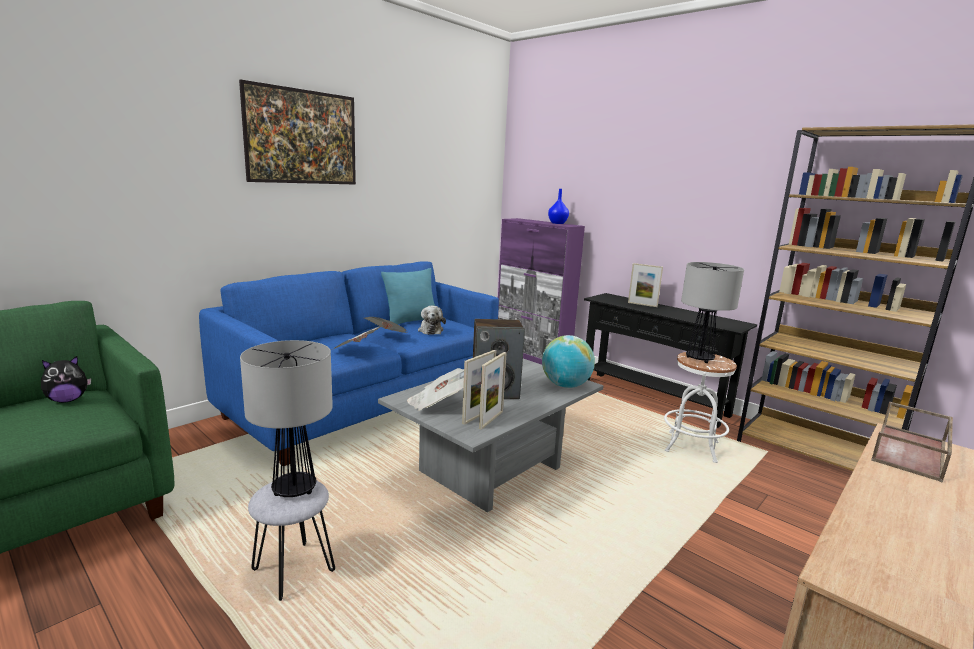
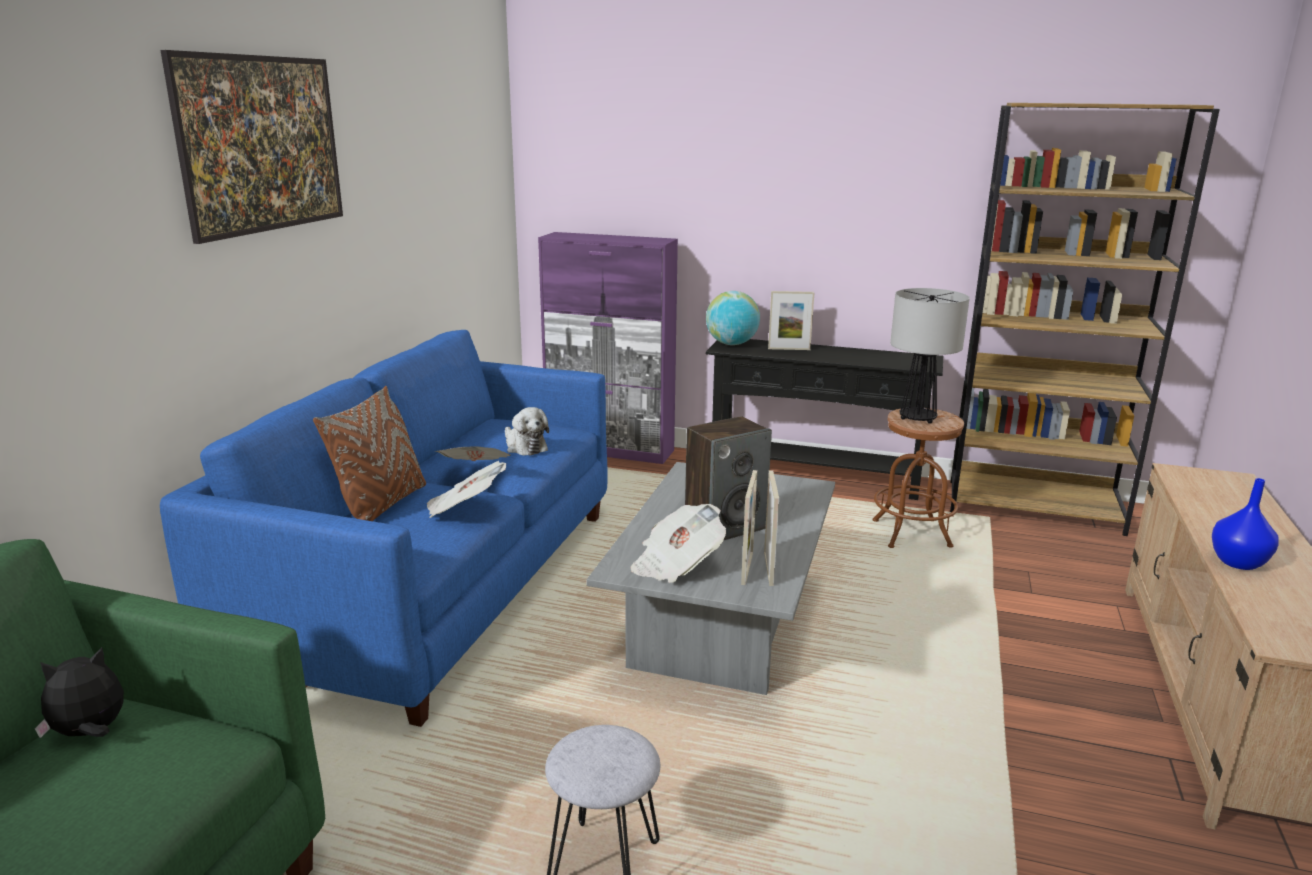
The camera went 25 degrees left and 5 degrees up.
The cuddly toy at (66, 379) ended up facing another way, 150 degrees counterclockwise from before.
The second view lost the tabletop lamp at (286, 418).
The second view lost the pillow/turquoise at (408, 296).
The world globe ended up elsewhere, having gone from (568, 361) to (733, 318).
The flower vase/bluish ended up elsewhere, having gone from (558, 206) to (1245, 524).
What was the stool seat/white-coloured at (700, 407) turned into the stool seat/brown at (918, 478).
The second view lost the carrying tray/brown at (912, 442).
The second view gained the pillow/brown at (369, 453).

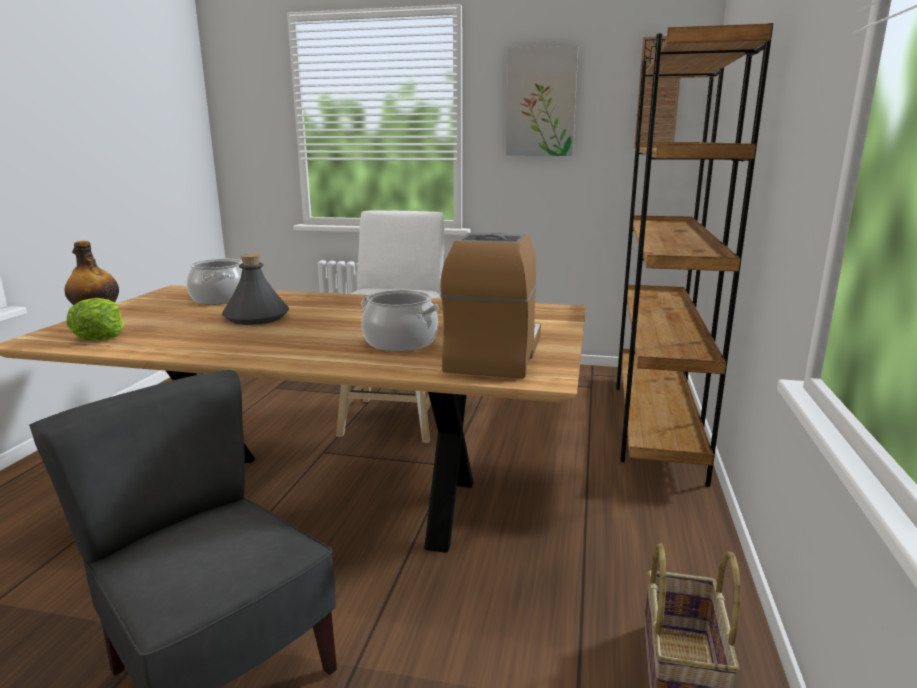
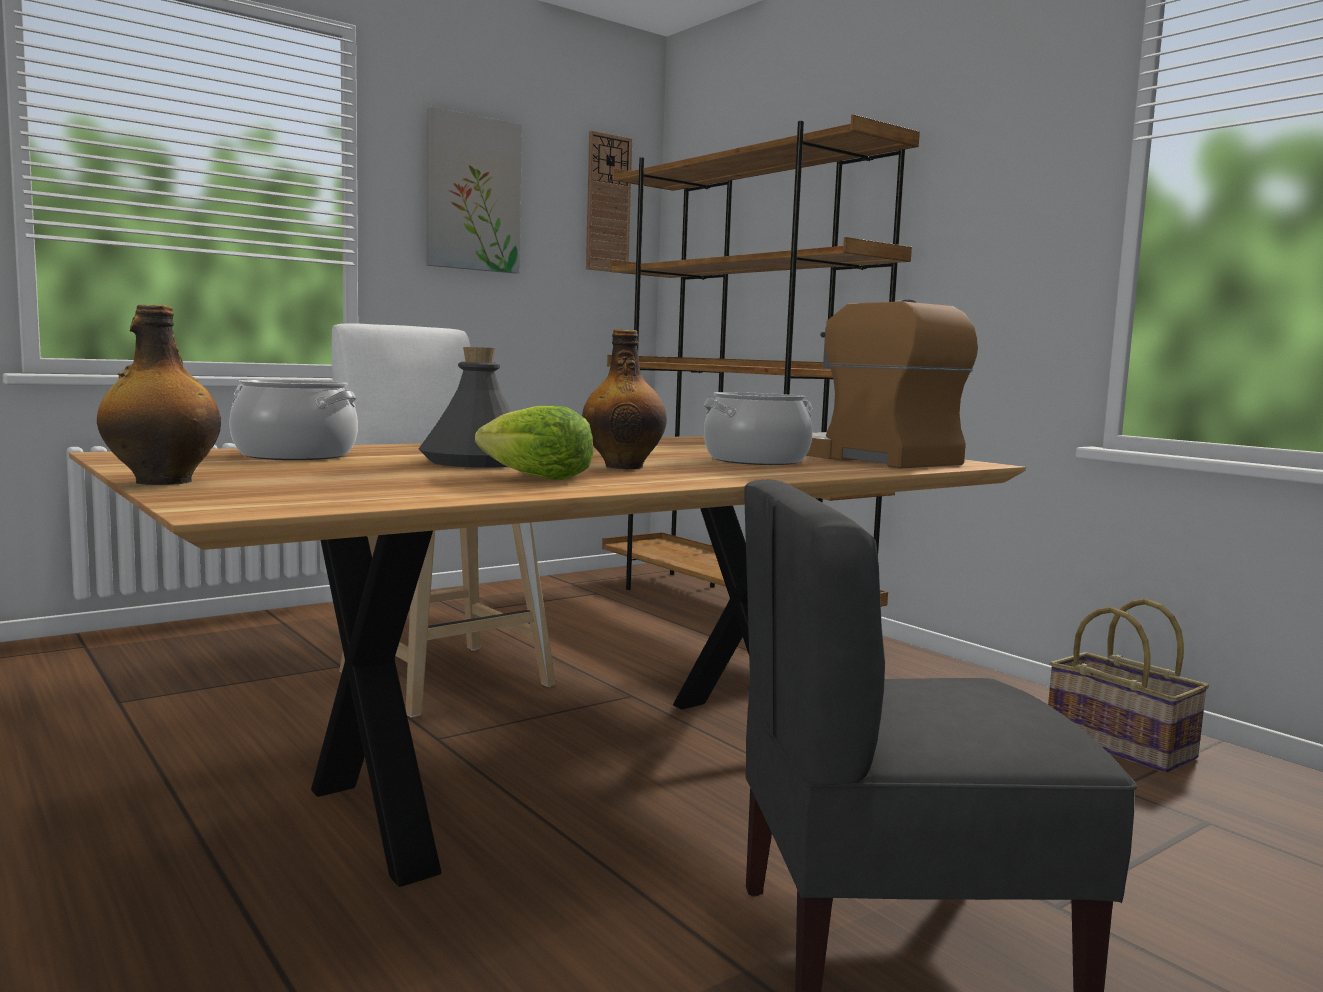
The camera went 50 degrees left and 10 degrees down.
The lettuce head ended up elsewhere, having gone from (95, 319) to (534, 443).
The second view gained the drink bottle at (624, 399).

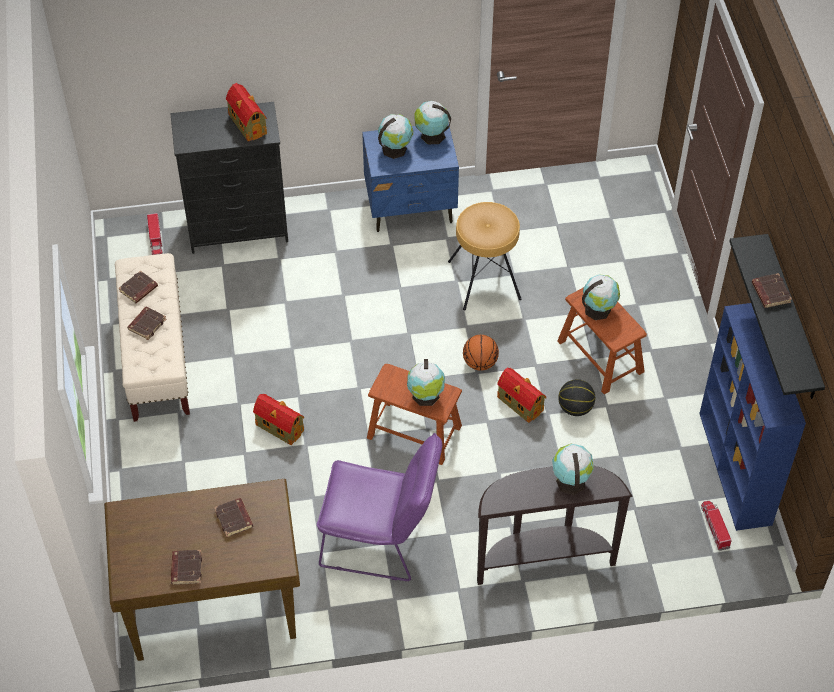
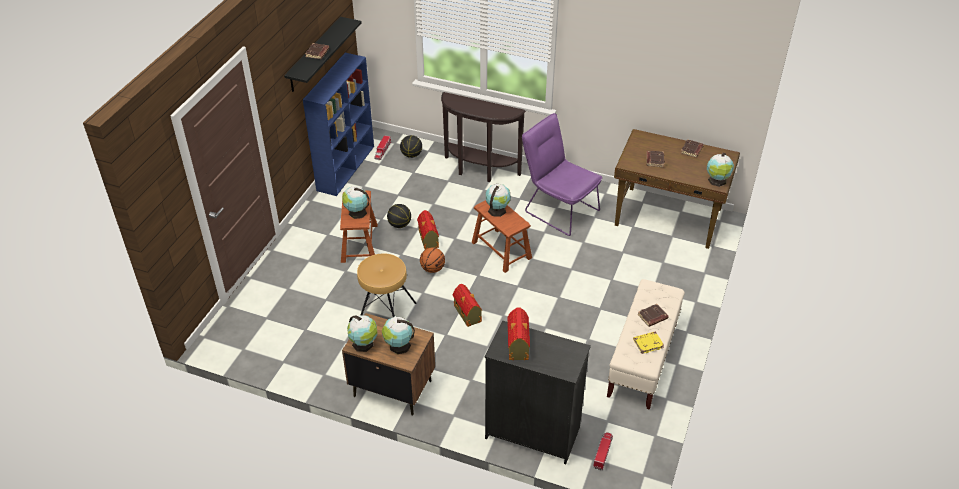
The camera went 150 degrees left and 10 degrees down.
What was the bound book/brown at (138, 286) turned into the bound book/yellow-coloured at (648, 343).
The toy house ended up elsewhere, having gone from (278, 419) to (467, 305).
What was the nightstand/bluish at (410, 177) turned into the nightstand/brown at (388, 364).
The world globe ended up elsewhere, having gone from (573, 469) to (720, 170).
The second view gained the basketball ball at (411, 146).

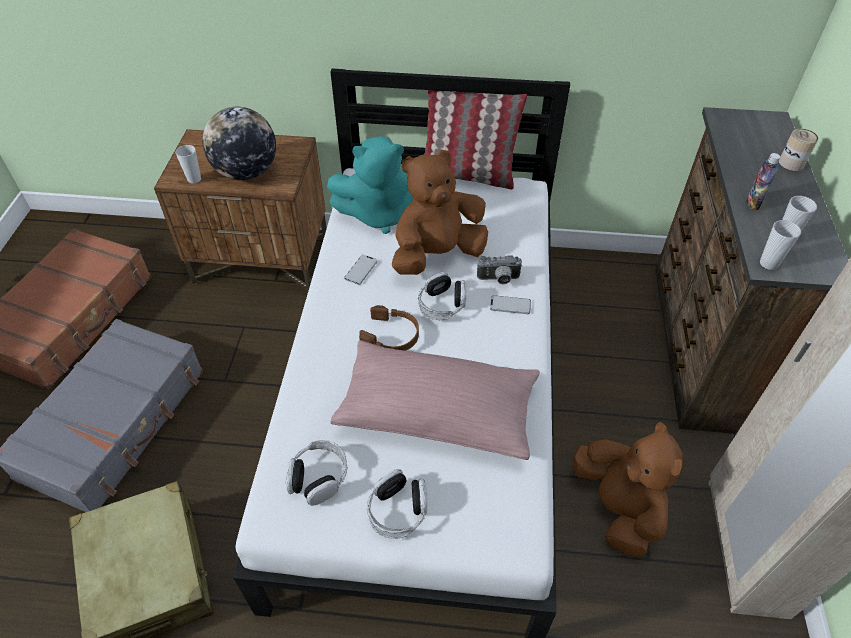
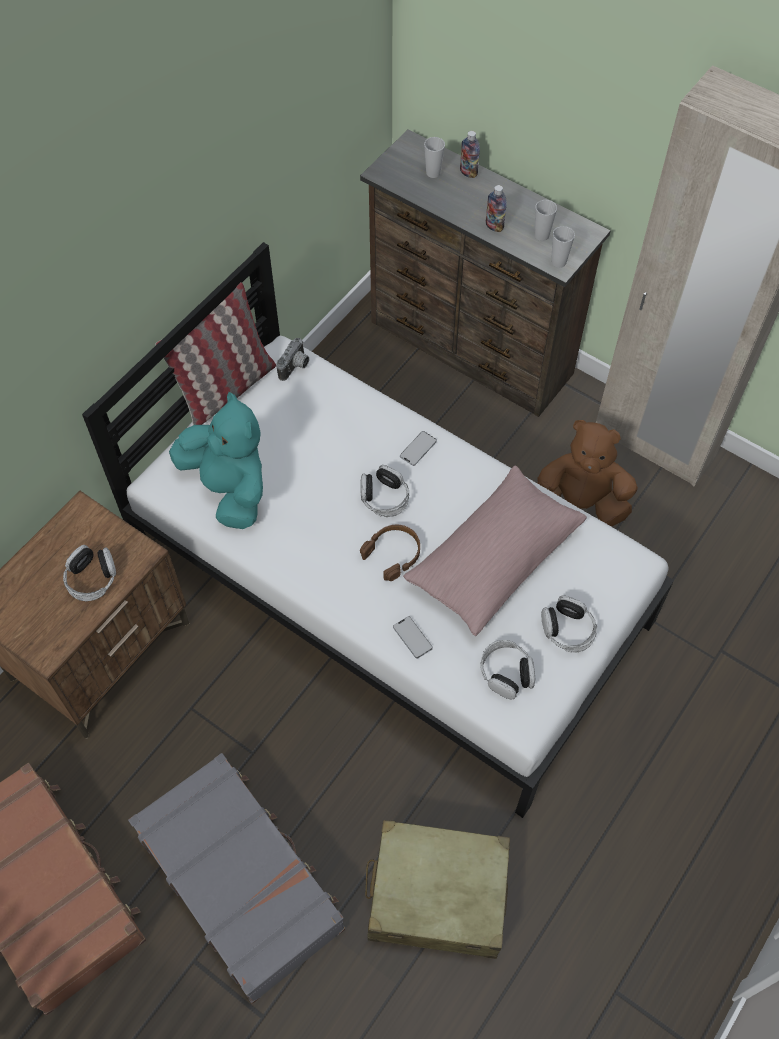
The camera went 60 degrees left and 10 degrees up.
The cup ended up elsewhere, having gone from (188, 164) to (434, 157).
Where the world globe stood at (239, 143), the headset came to stand at (89, 573).
The cuddly toy/turquoise at (370, 185) ended up facing another way, 60 degrees counterclockwise from before.
The phone ended up elsewhere, having gone from (361, 270) to (413, 637).
The second view lost the cuddly toy/brown at (440, 212).
The photo camera ended up elsewhere, having gone from (499, 270) to (292, 359).
Where the metal can stood at (798, 150), the drink bottle came to stand at (470, 154).

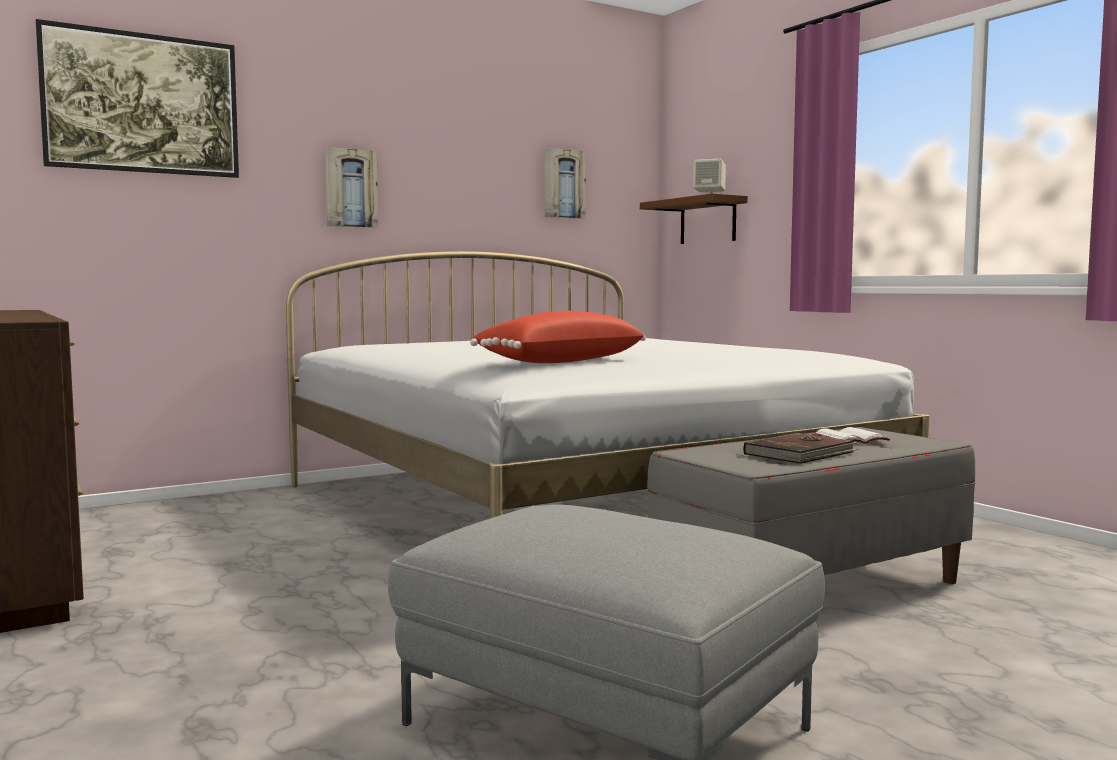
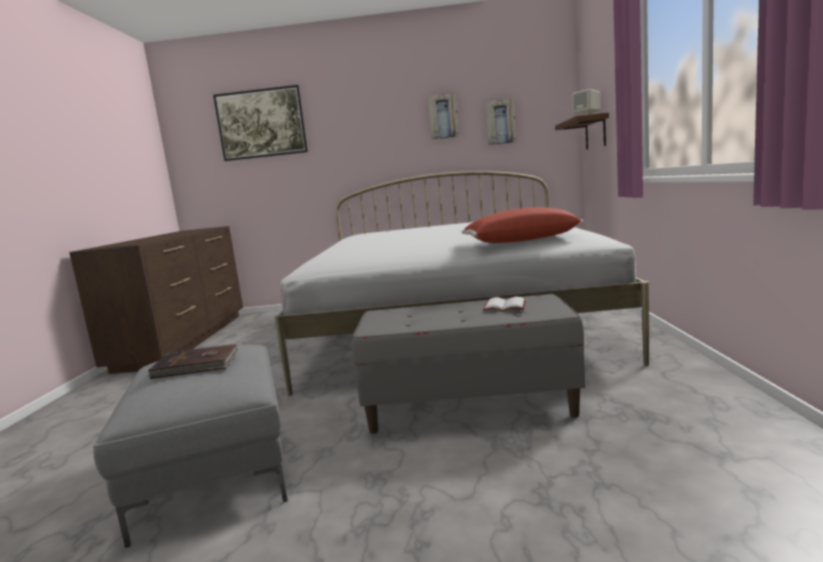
The camera went 35 degrees right and 5 degrees up.
The wall art ended up elsewhere, having gone from (351, 187) to (443, 116).
The pillow/reddish ended up elsewhere, having gone from (558, 337) to (523, 225).
The bound book/brown ended up elsewhere, having gone from (801, 448) to (193, 361).

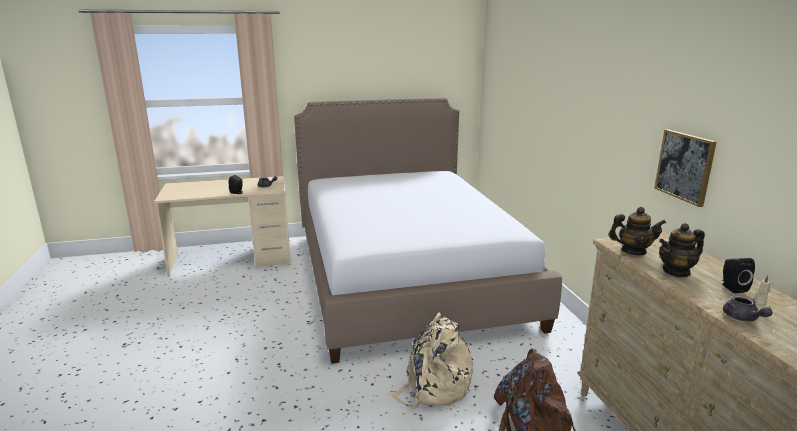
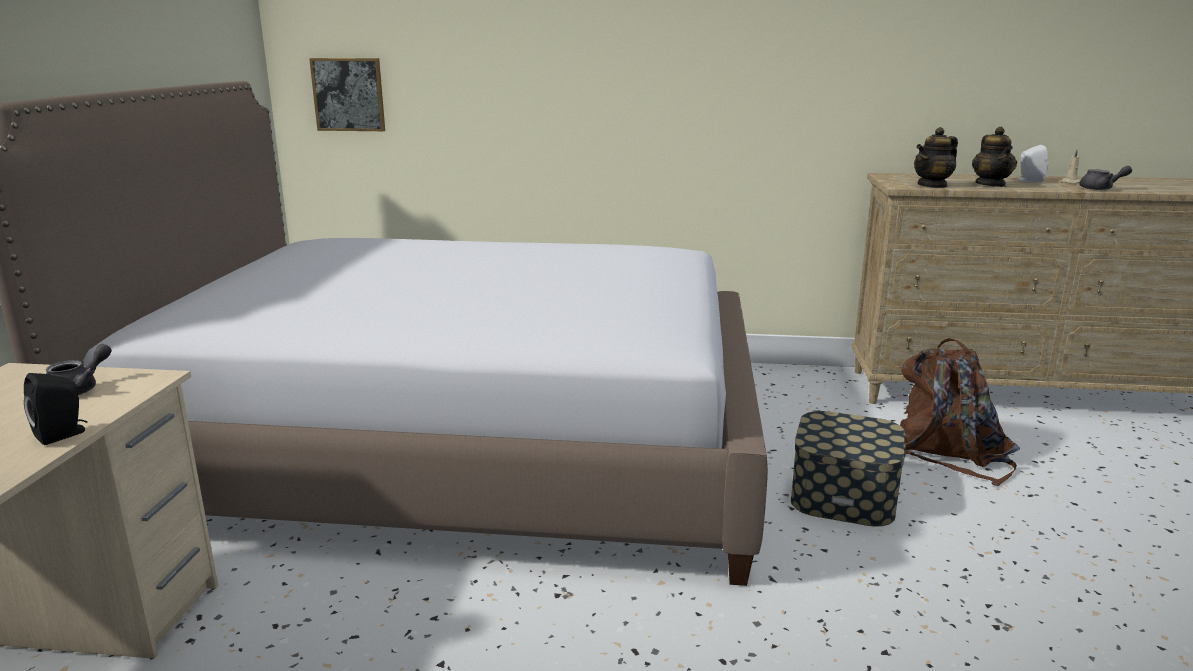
The camera went 70 degrees left and 0 degrees up.
Where the knapsack/beige stood at (430, 360), the storage bin came to stand at (848, 469).
The teapot at (637, 231) ended up facing another way, 150 degrees counterclockwise from before.
The wall art ended up elsewhere, having gone from (685, 168) to (347, 94).
What was the speaker/blackish at (738, 275) turned into the speaker/white-coloured at (1032, 164).

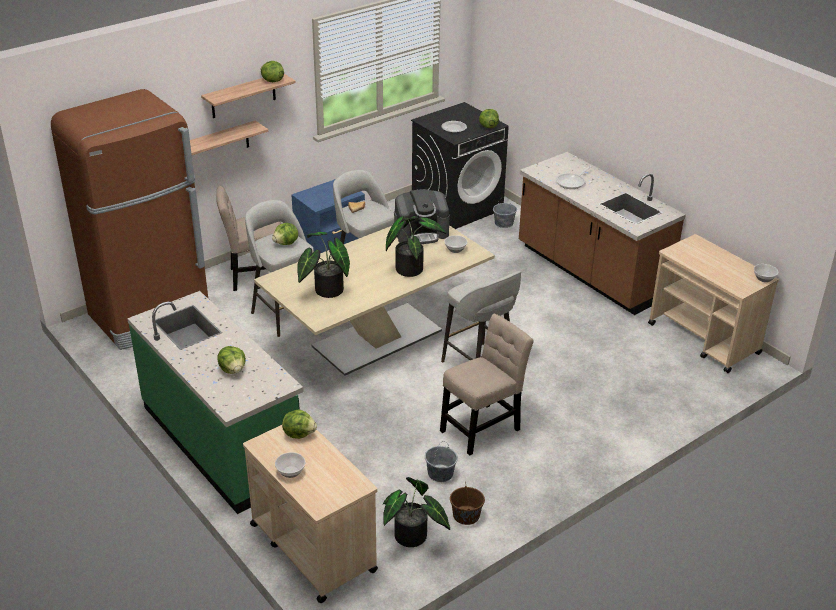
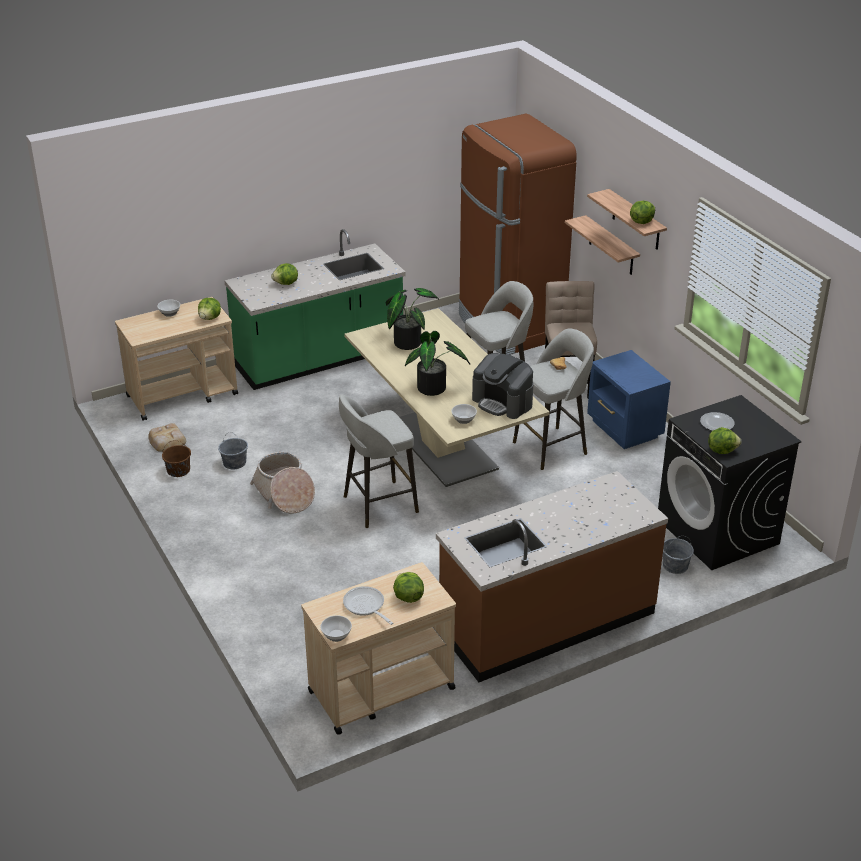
The camera went 100 degrees right and 0 degrees up.
The lettuce head ended up elsewhere, having gone from (285, 234) to (408, 587).
Where the potted plant stood at (416, 512), the bakery bread came to stand at (167, 437).
The coffee maker at (421, 216) ended up facing another way, 45 degrees counterclockwise from before.
Where the plain chair/beige stood at (487, 384), the basket came to stand at (282, 483).
The frying pan ended up elsewhere, having gone from (574, 177) to (368, 605).

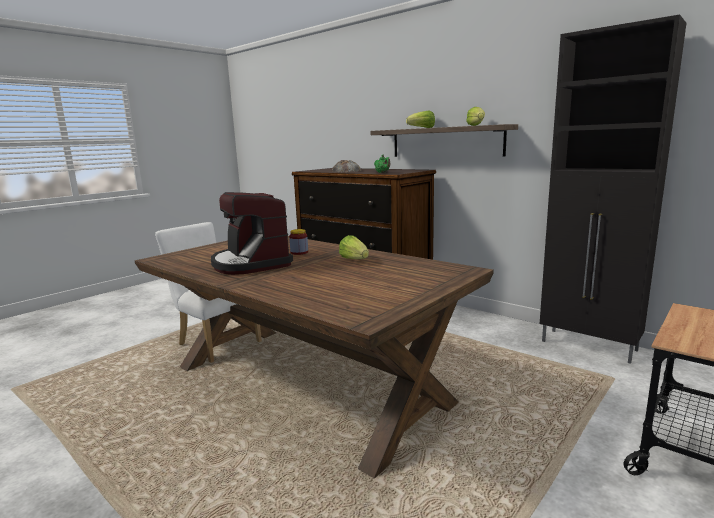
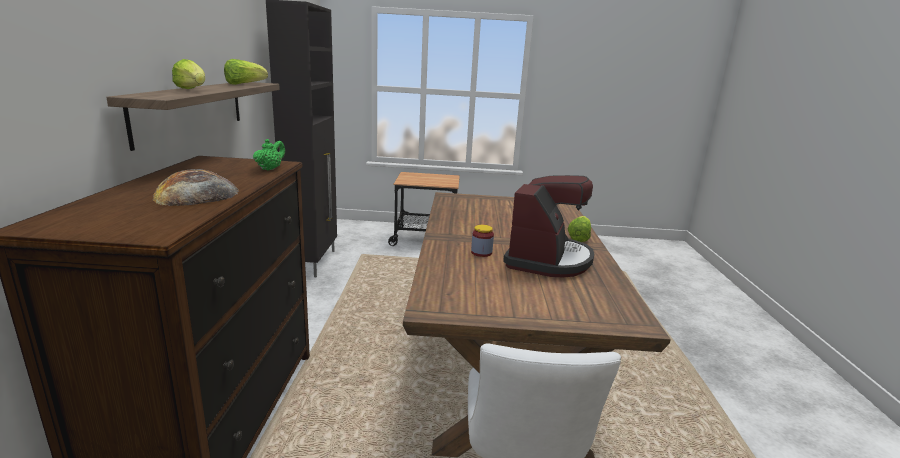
The camera went 130 degrees left and 5 degrees up.
The lettuce head ended up elsewhere, having gone from (354, 247) to (579, 229).

